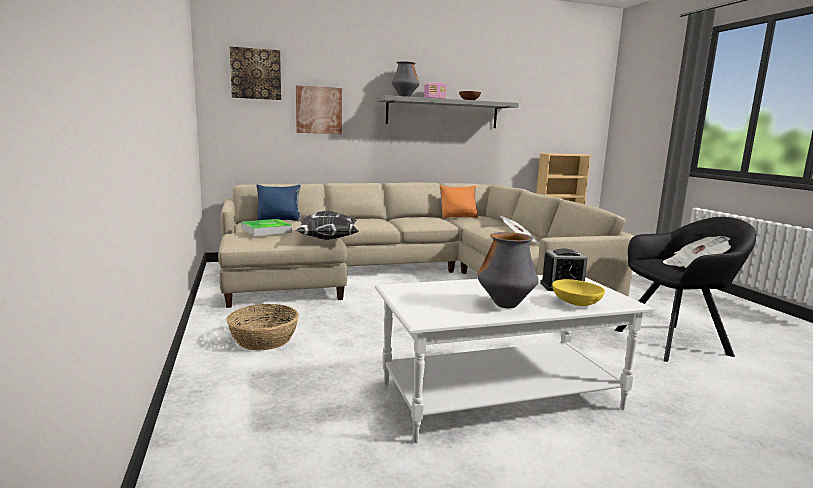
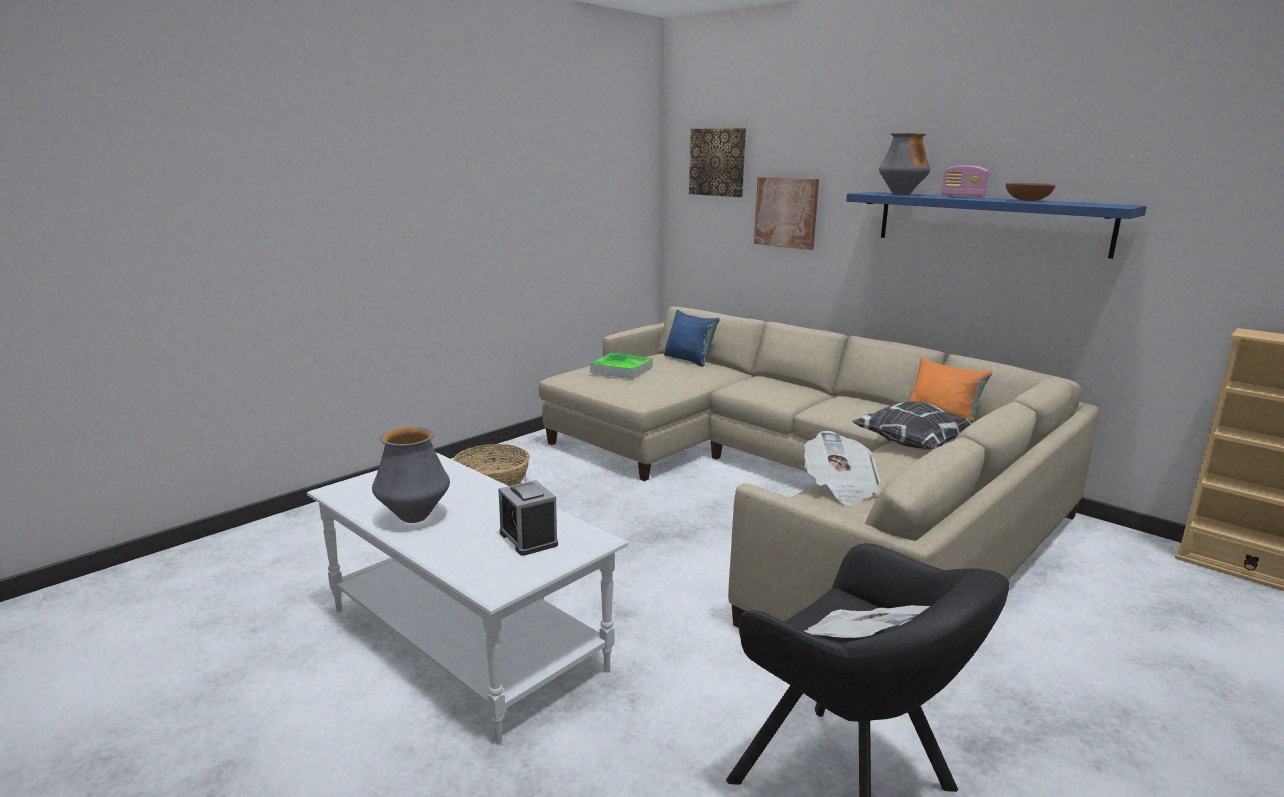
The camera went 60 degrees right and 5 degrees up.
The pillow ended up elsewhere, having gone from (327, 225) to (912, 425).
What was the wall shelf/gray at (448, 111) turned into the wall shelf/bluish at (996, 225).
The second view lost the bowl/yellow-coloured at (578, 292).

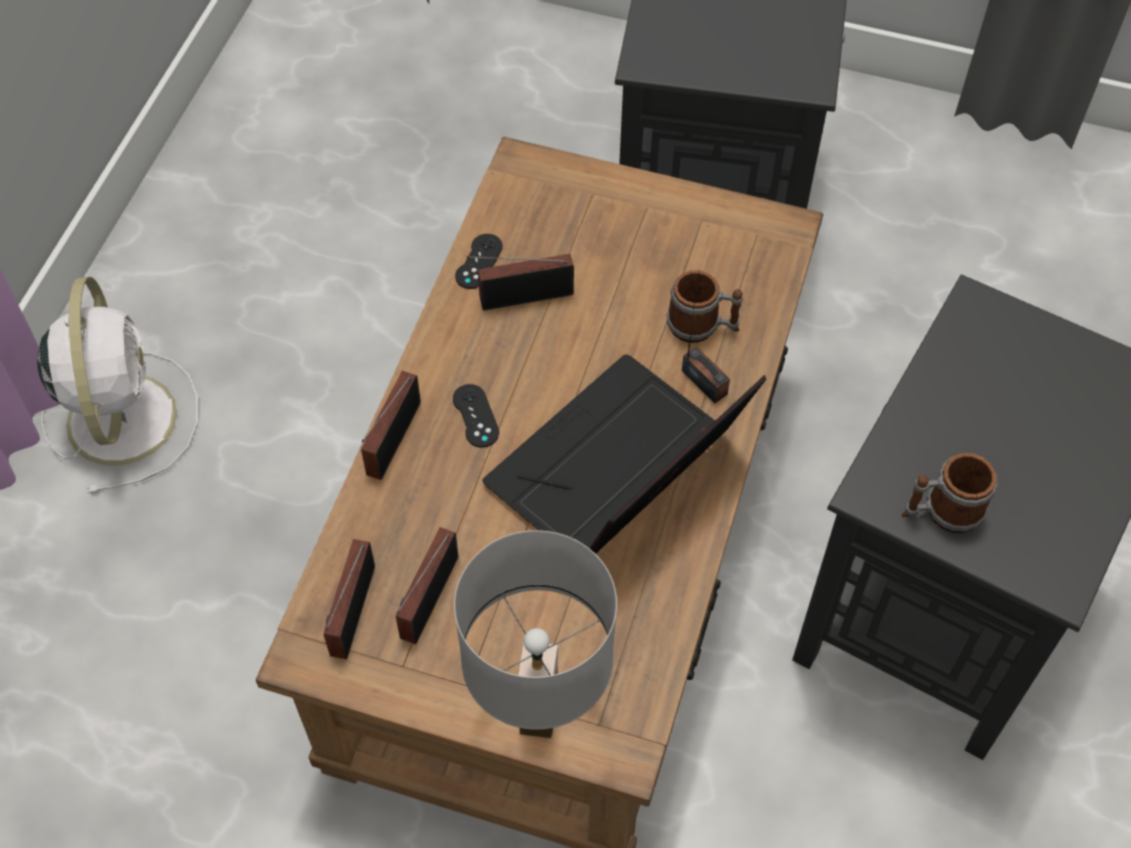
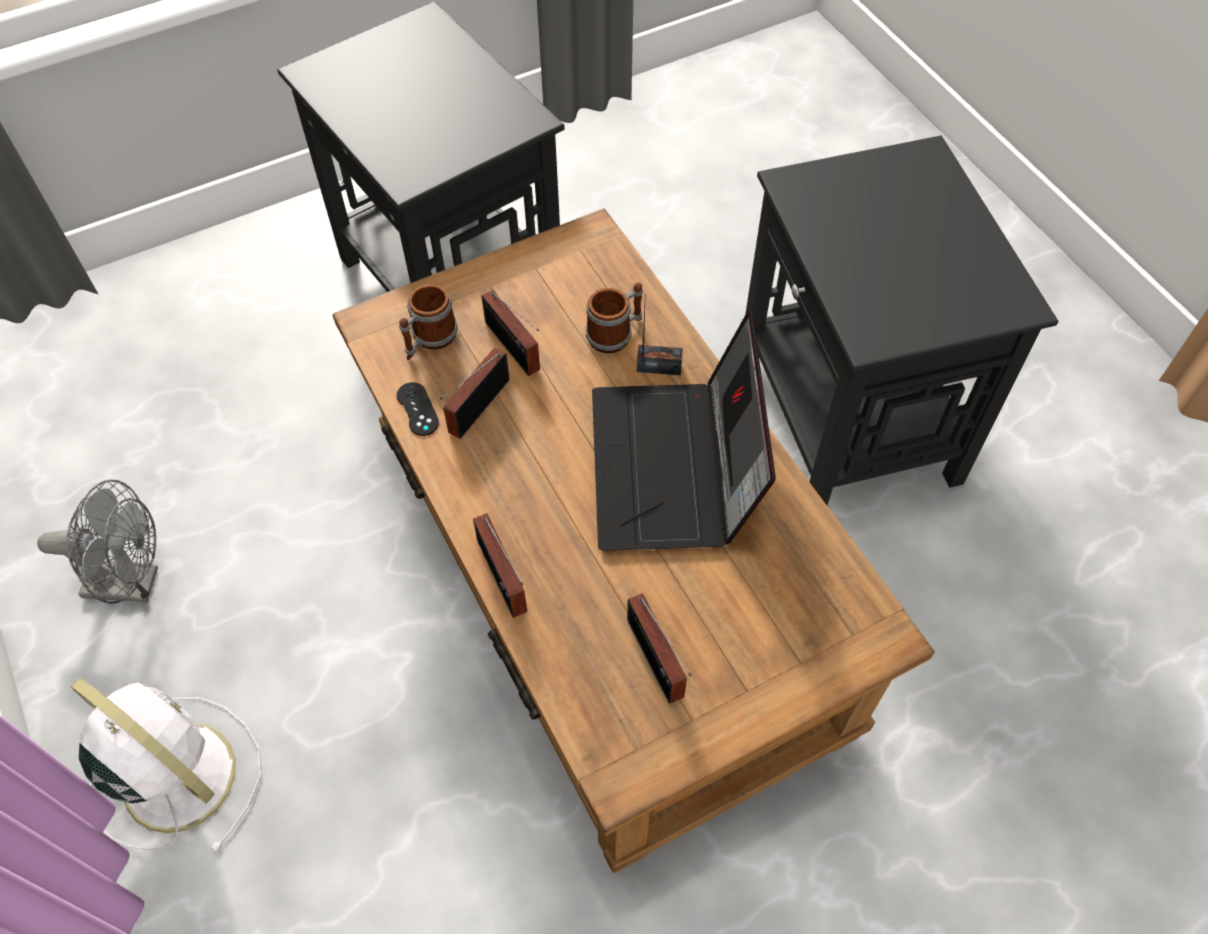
The camera went 45 degrees left and 0 degrees up.
The radio receiver ended up elsewhere, having gone from (349, 599) to (510, 333).
The second view lost the gamepad/blackish at (476, 415).
The second view lost the tabletop lamp/white-coloured at (535, 634).
The coffee mug ended up elsewhere, having gone from (950, 493) to (428, 322).
The second view gained the cooling fan/gray at (97, 541).

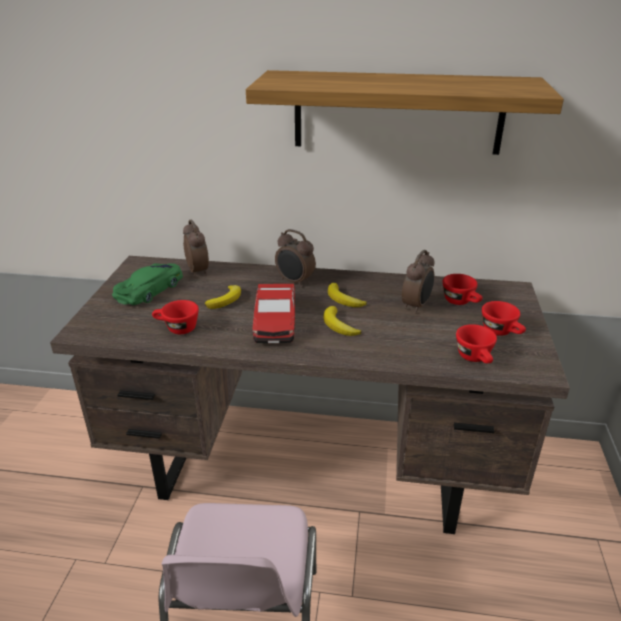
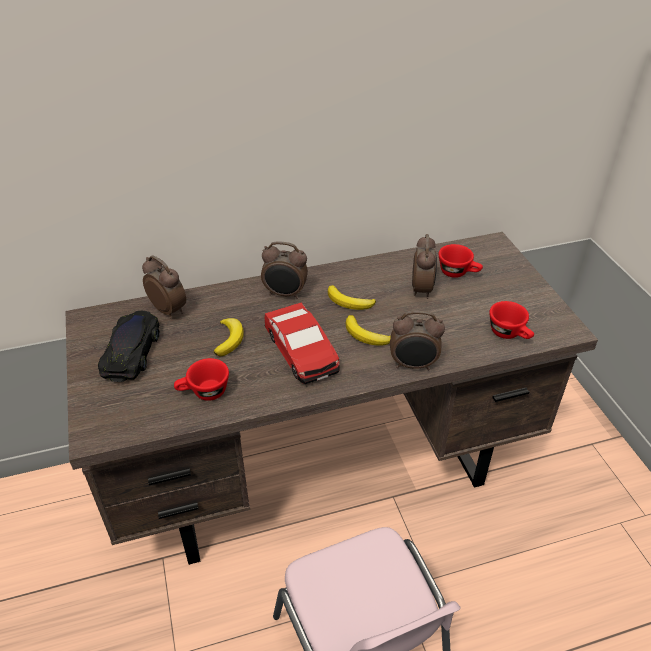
The camera went 25 degrees left and 10 degrees up.
What was the miniature car/green-coloured at (147, 284) turned into the miniature car/blackish at (128, 346).
The second view lost the wall shelf at (405, 112).
The second view lost the cup/reddish at (504, 318).
The second view gained the alarm clock at (417, 340).

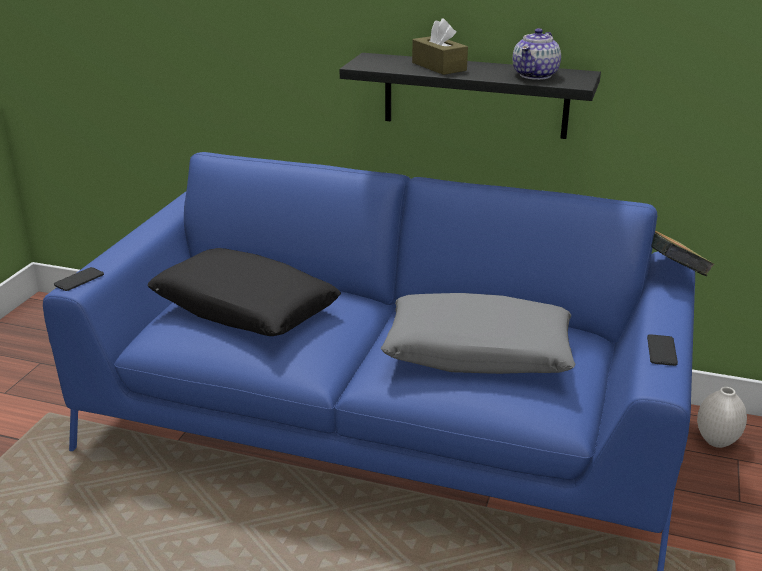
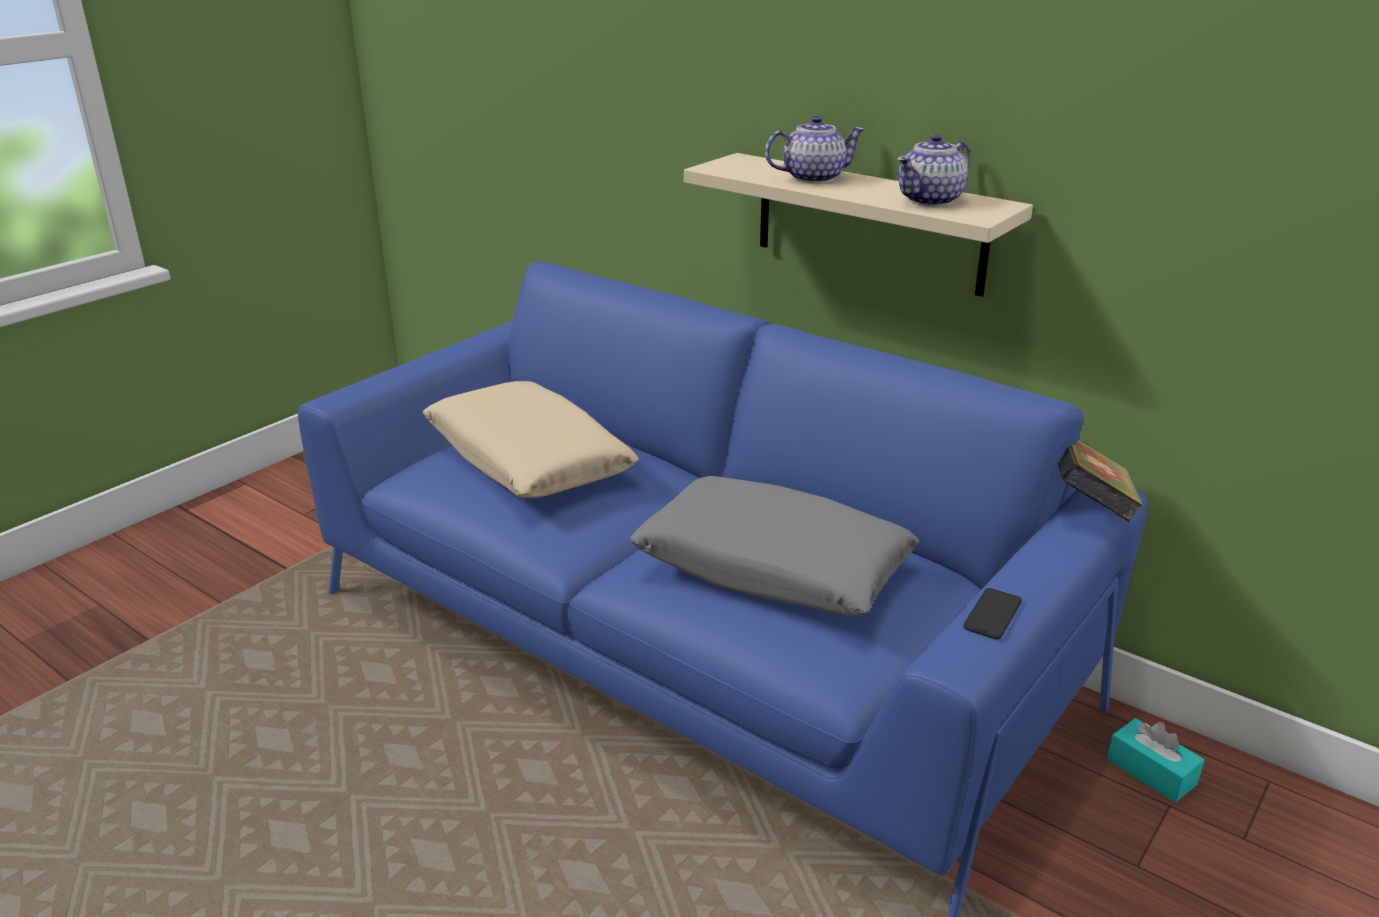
The camera went 20 degrees right and 0 degrees up.
The second view lost the phone at (79, 279).
What was the pillow/blackish at (244, 292) turned into the pillow/beige at (531, 439).
What was the wall shelf/blackish at (470, 96) turned into the wall shelf/beige at (858, 225).
Where the tissue holder/brown stood at (440, 46), the teapot came to stand at (815, 149).
Where the flower vase/white-coloured stood at (722, 417), the tissue holder/turquoise came to stand at (1156, 760).

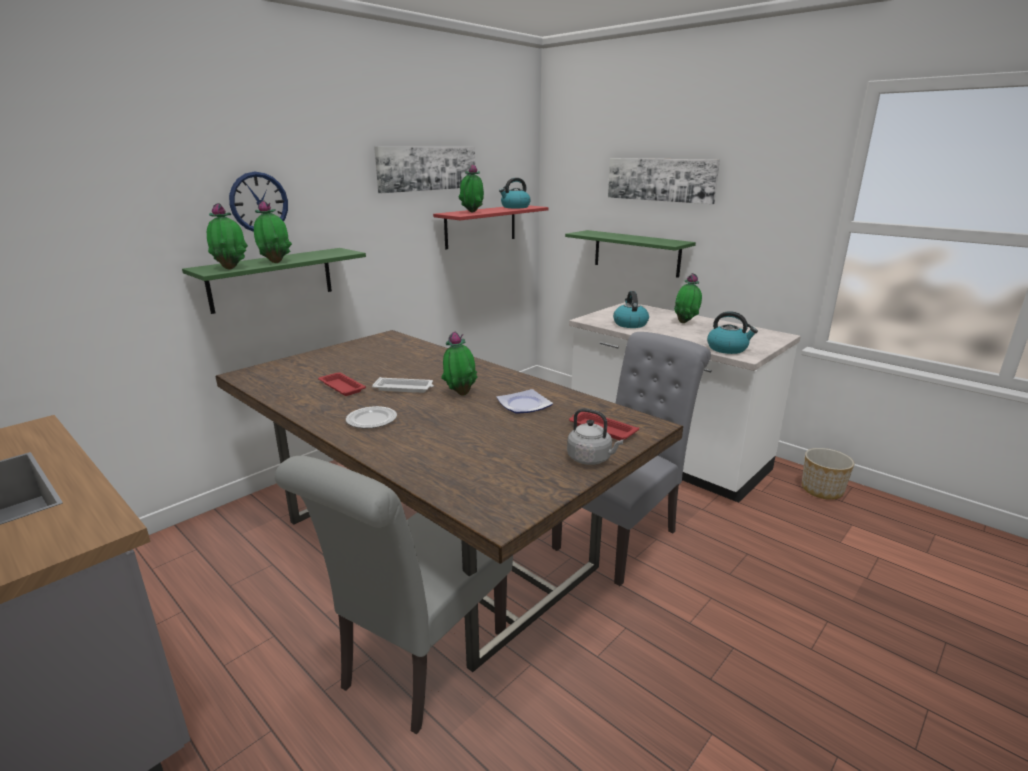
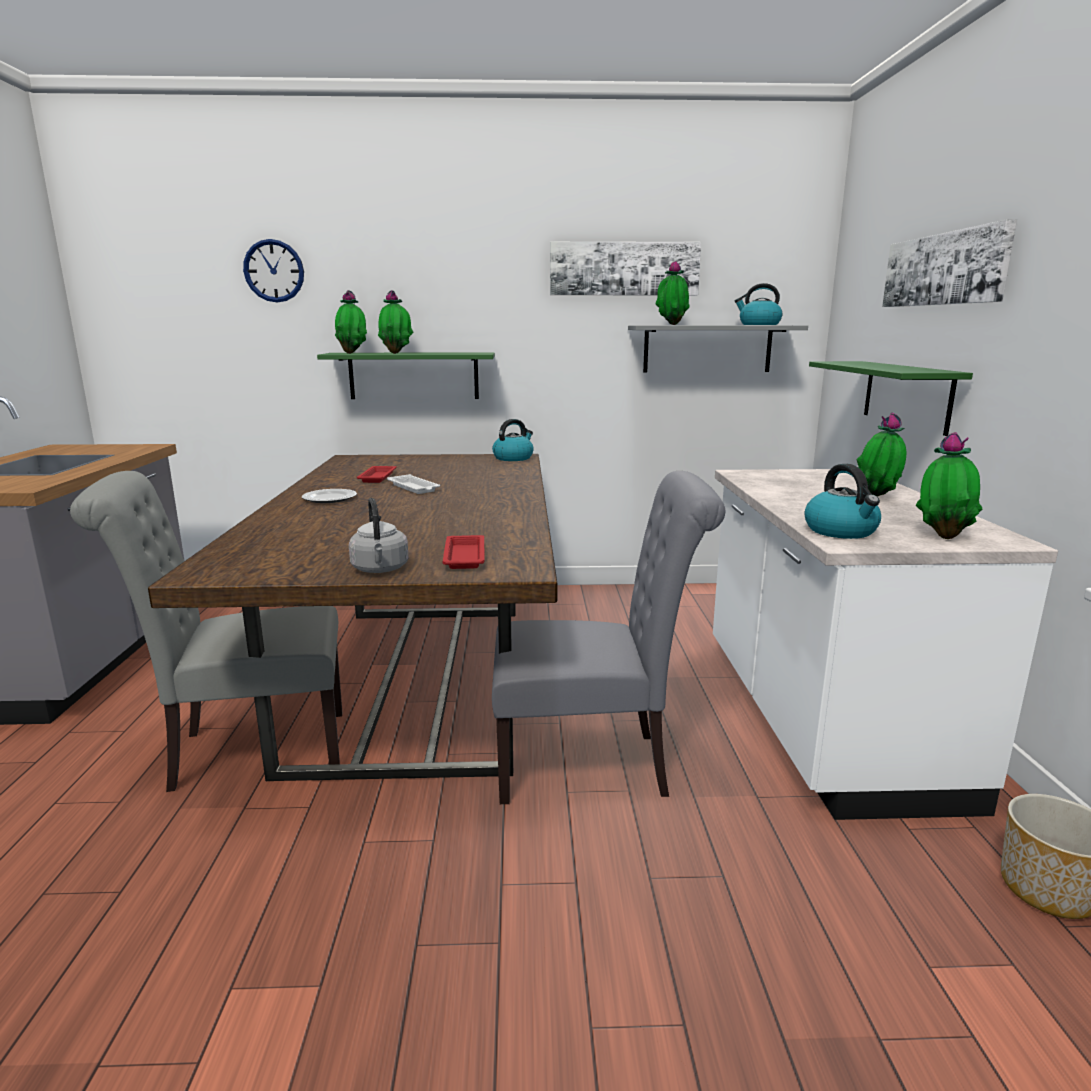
The camera went 45 degrees right and 5 degrees down.
The wall clock ended up elsewhere, having gone from (258, 202) to (273, 271).
What was the wall shelf/reddish at (491, 227) turned into the wall shelf/gray at (718, 348).
The potted plant ended up elsewhere, having gone from (459, 363) to (949, 485).
The second view lost the flat dish at (524, 401).
The kettle ended up elsewhere, having gone from (631, 309) to (513, 440).

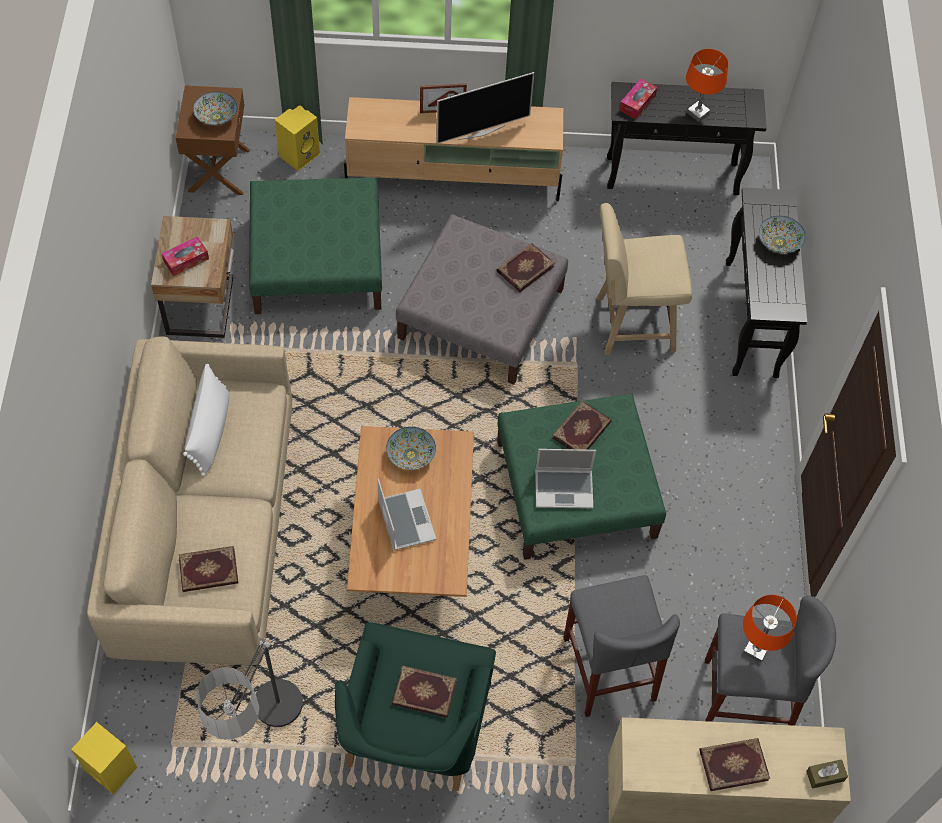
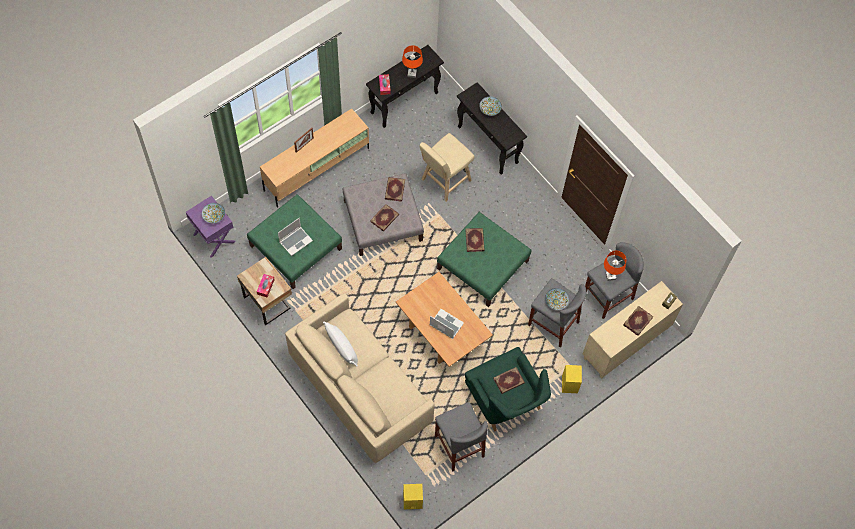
The camera went 40 degrees left and 5 degrees up.
What was the nightstand/brown at (213, 140) turned into the nightstand/purple-coloured at (211, 227).
The bound book ended up elsewhere, having gone from (208, 569) to (384, 217).
Where the floor lamp stood at (249, 689), the stool seat/gray came to stand at (461, 436).
The speaker/yellow-coloured ended up elsewhere, having gone from (297, 138) to (572, 379).
The bowl ended up elsewhere, having gone from (411, 448) to (557, 299).
The second view lost the TV set at (485, 108).
The notebook computer ended up elsewhere, having gone from (565, 479) to (295, 237).

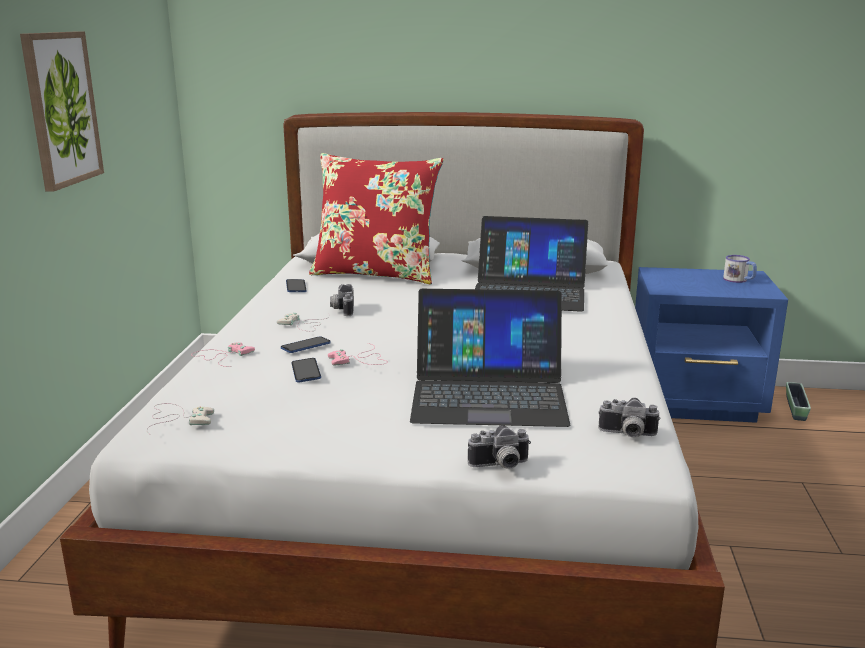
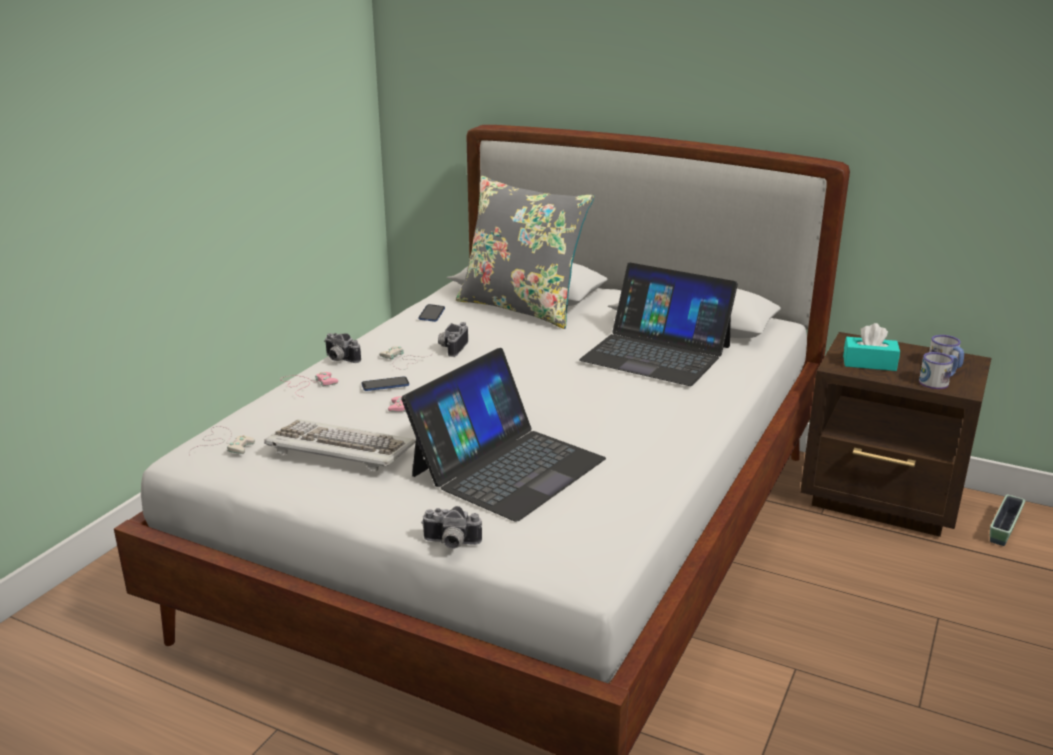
The camera went 20 degrees right and 5 degrees up.
The second view lost the wall art at (62, 111).
The second view lost the phone at (306, 370).
What was the pillow/reddish at (376, 218) turned into the pillow/gray at (525, 252).
The notebook computer at (490, 358) ended up facing another way, 75 degrees counterclockwise from before.
The photo camera ended up elsewhere, having gone from (629, 418) to (342, 348).
What was the nightstand/bluish at (711, 345) turned into the nightstand/brown at (896, 434).
The second view gained the computer keyboard at (340, 445).
The second view gained the tissue holder/turquoise at (871, 347).
The second view gained the coffee mug at (938, 370).

